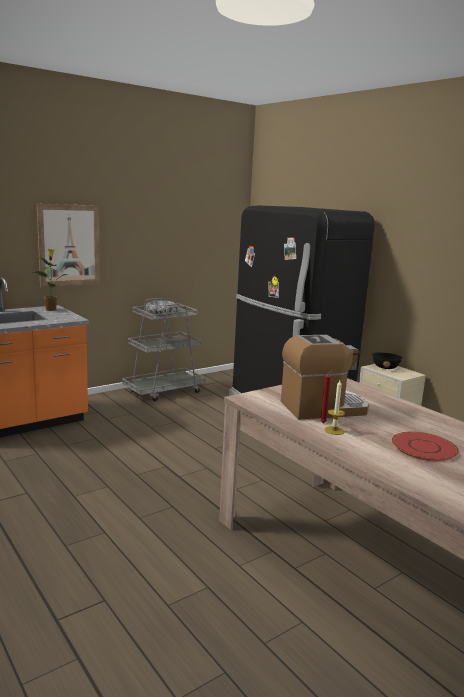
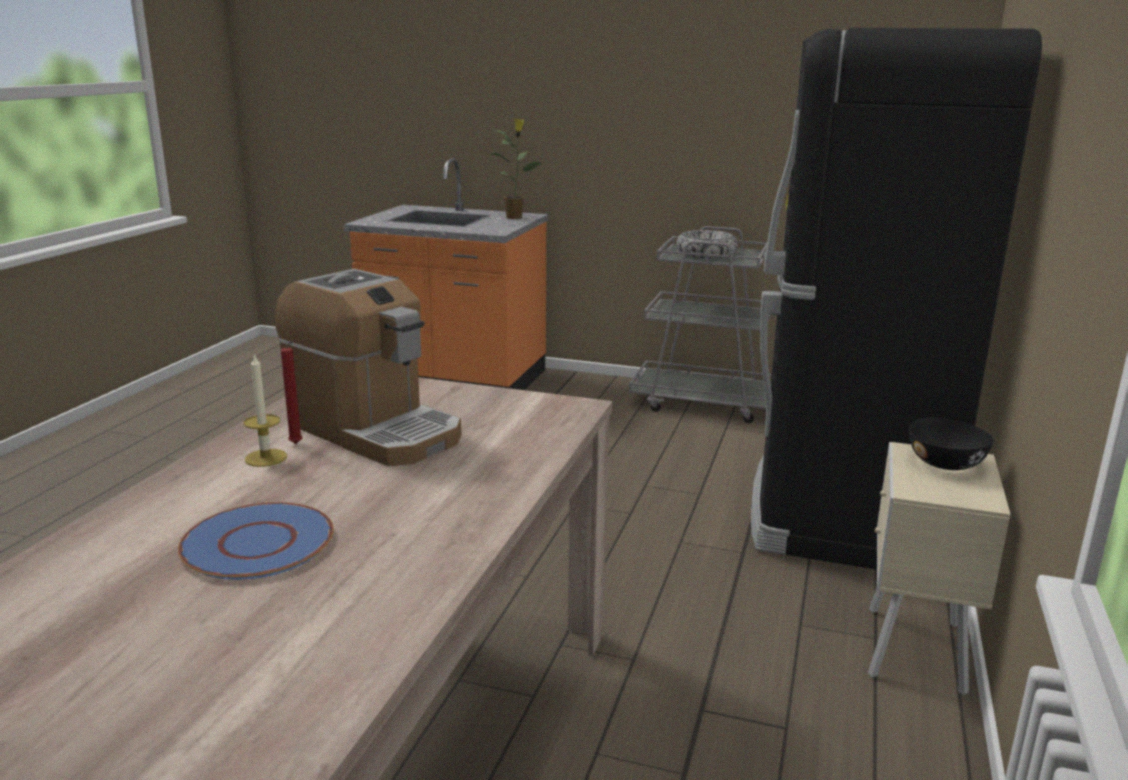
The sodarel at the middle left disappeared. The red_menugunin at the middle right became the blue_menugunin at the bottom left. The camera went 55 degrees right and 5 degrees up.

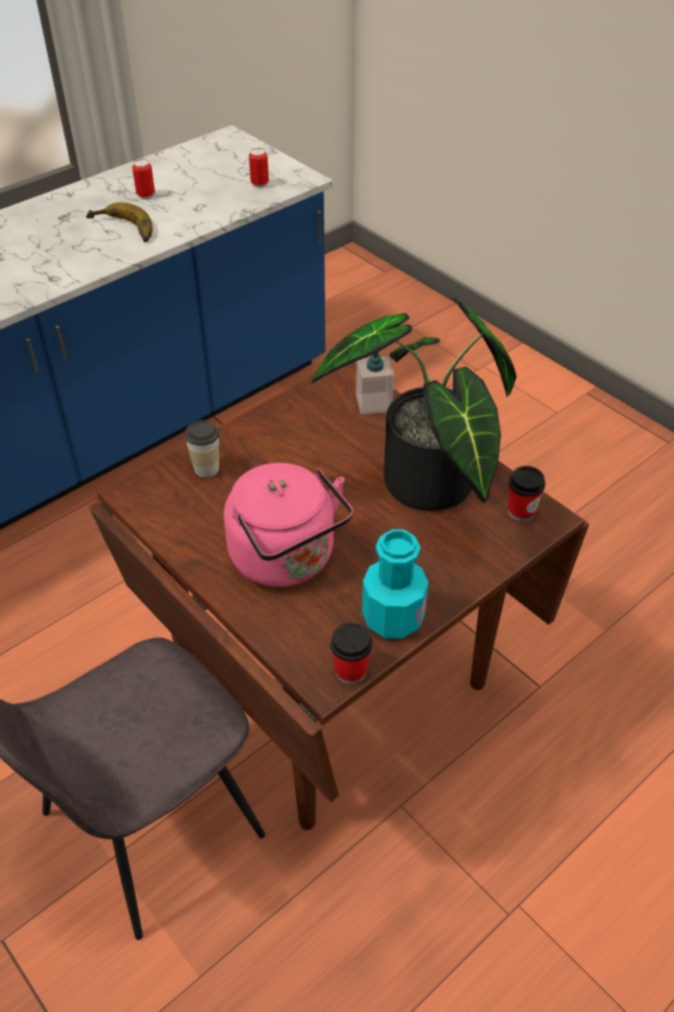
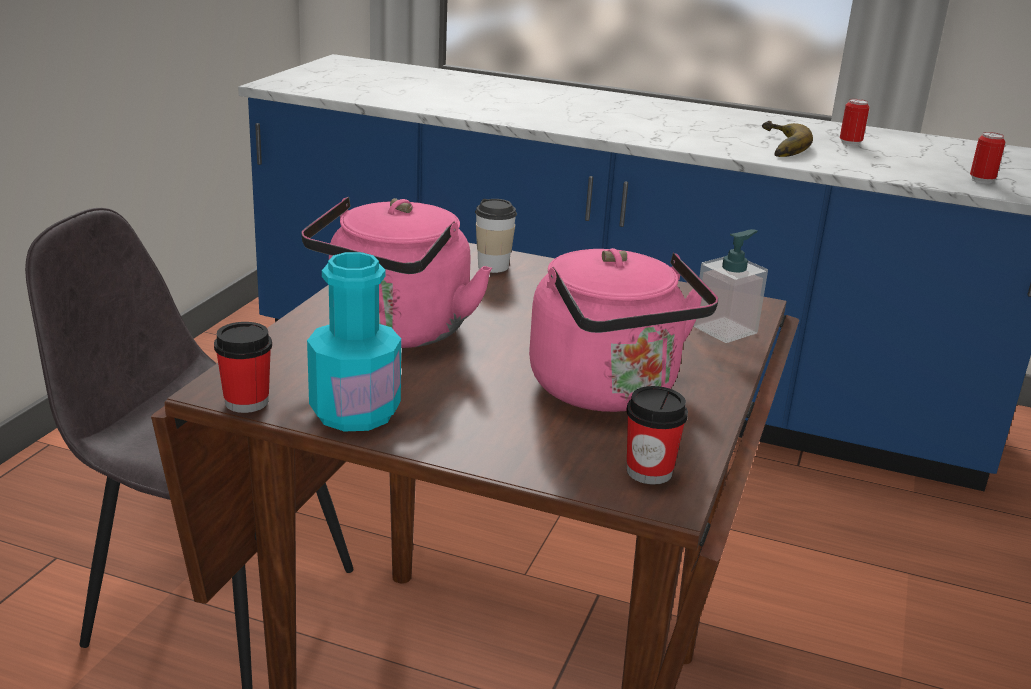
The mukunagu at the centre was replaced by the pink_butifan (2nd from left) at the centre. The camera went 60 degrees right and 20 degrees down.

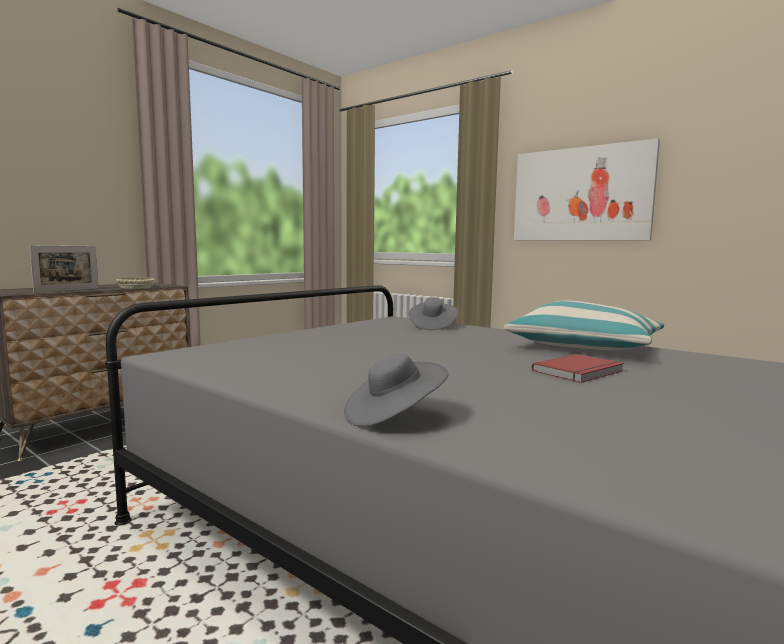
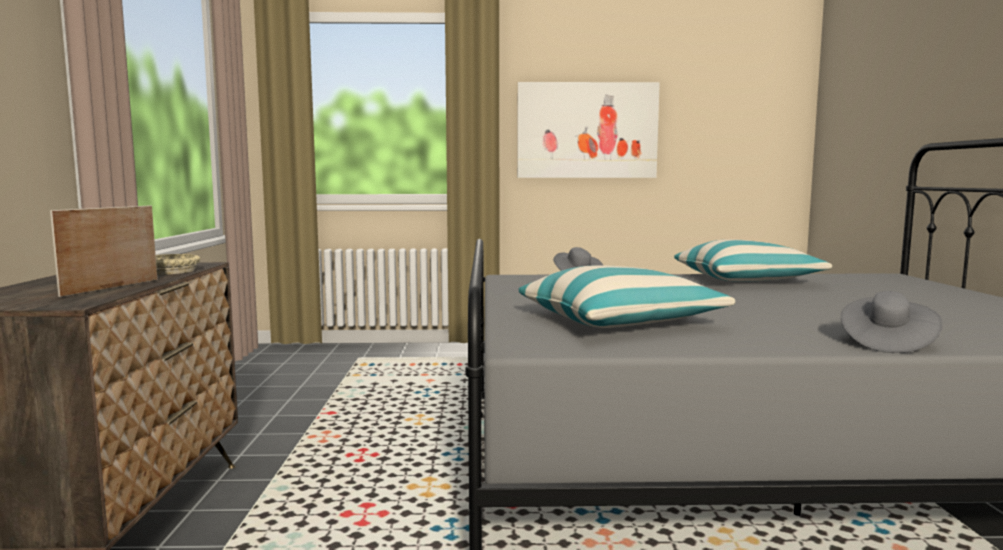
The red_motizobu at the middle right disappeared. The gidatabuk (1st from left) at the centre appeared. The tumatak at the middle left turned 150 degrees counterclockwise. The camera went 40 degrees left and 0 degrees up.

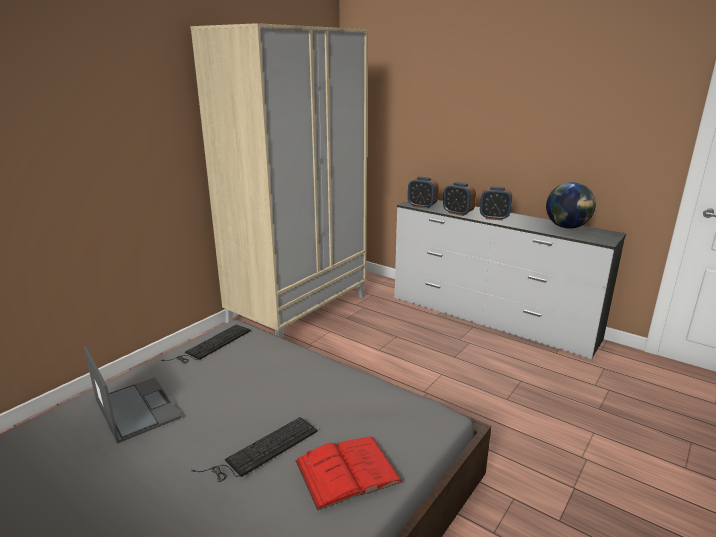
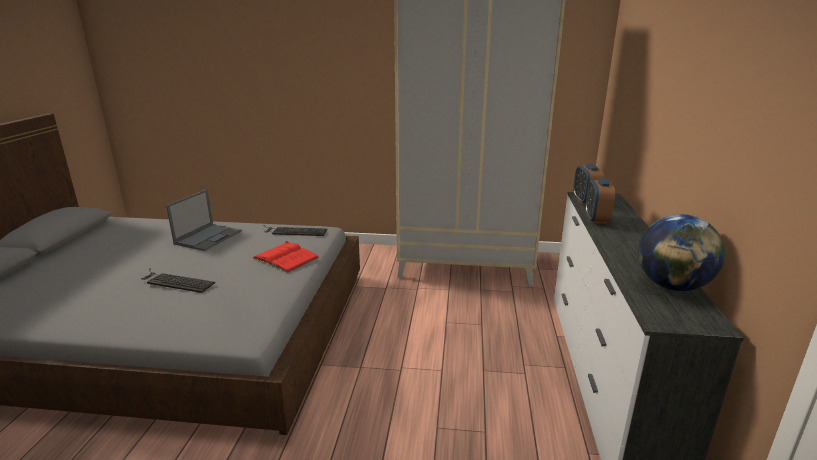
The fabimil (3rd from left) at the middle right disappeared. The red_motizobu moved from the bottom centre to the centre. The camera went 60 degrees right and 0 degrees up.

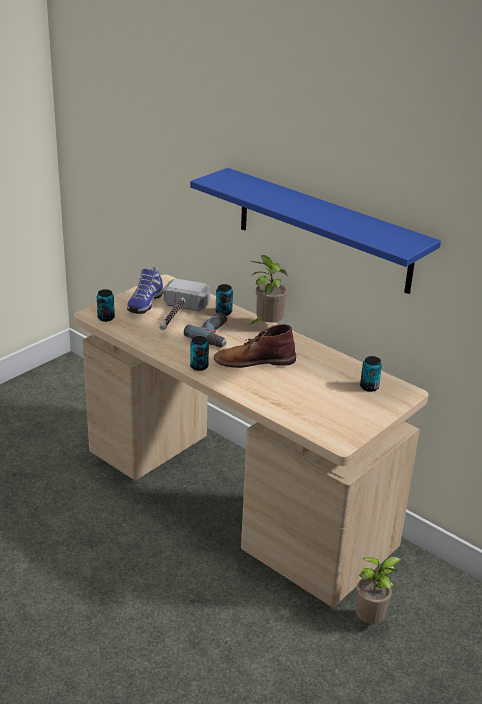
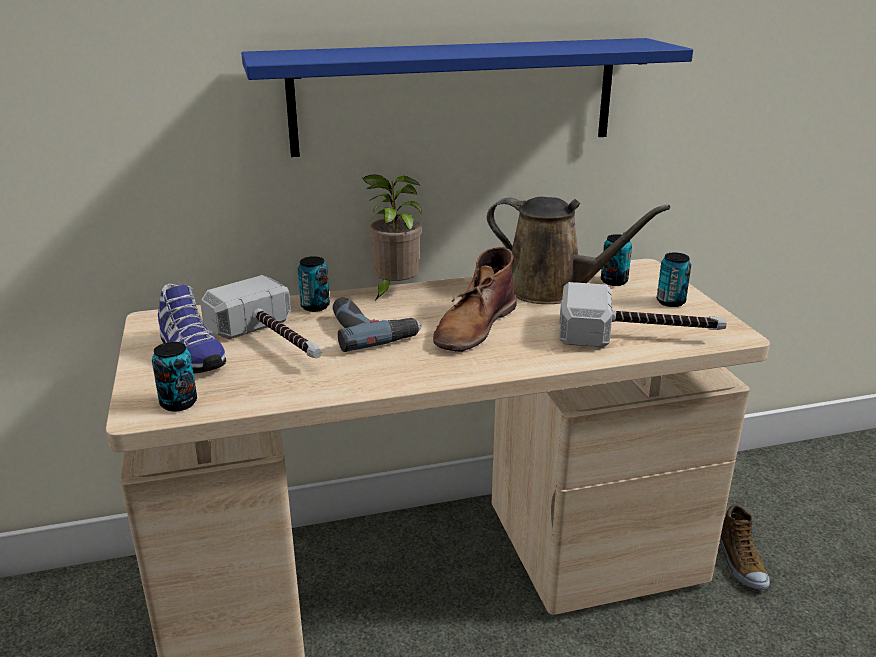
The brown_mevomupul at the centre appeared. The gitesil (2nd from left) at the middle right appeared. The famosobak (2nd from left in the first image) moved from the centre to the middle right. The mukunagu (2nd from left) at the bottom right was replaced by the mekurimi (2nd from left) at the bottom right. The camera went 55 degrees left and 5 degrees down.

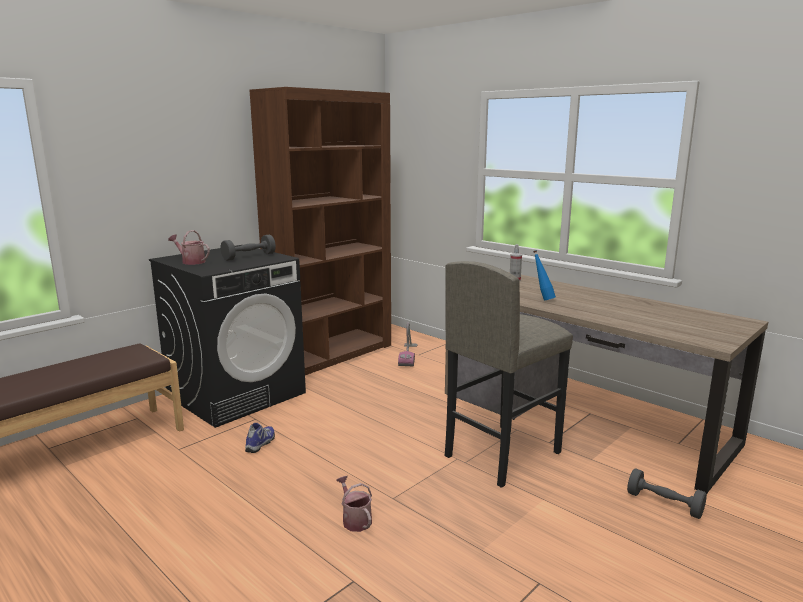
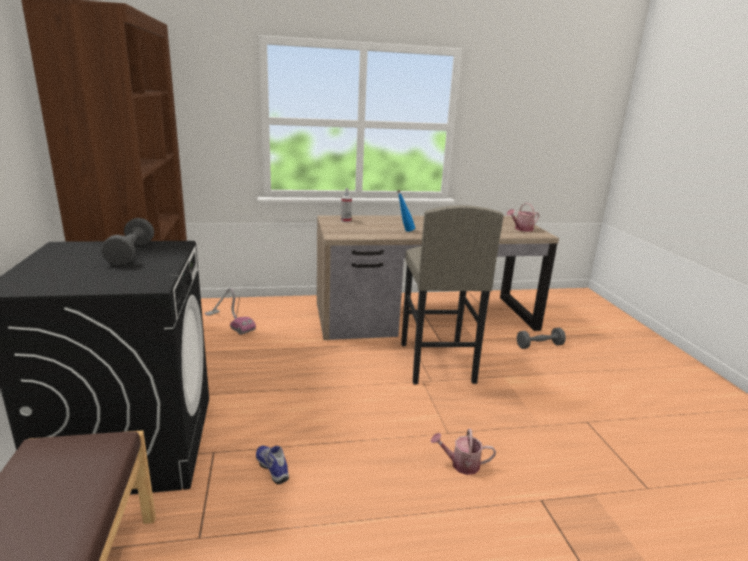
The mevomupul (1st from left in the first image) moved from the middle left to the middle right. The camera went 55 degrees left and 5 degrees up.

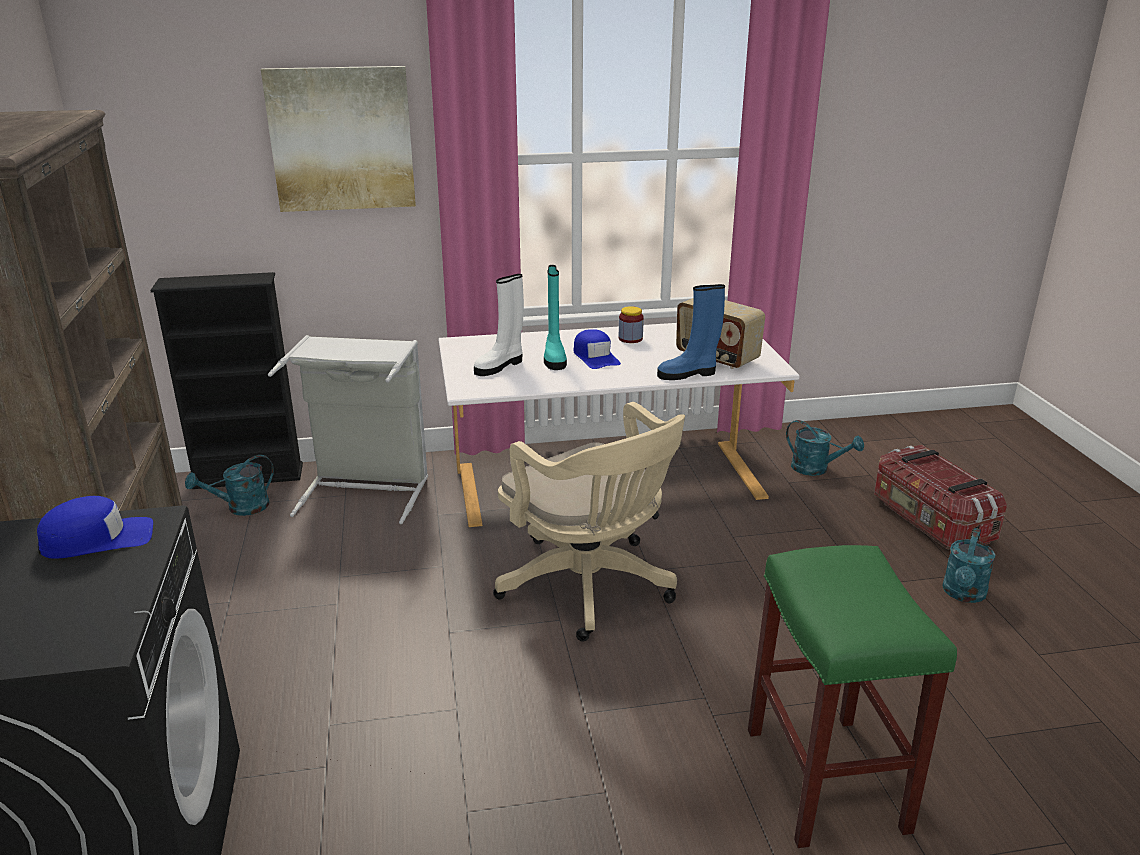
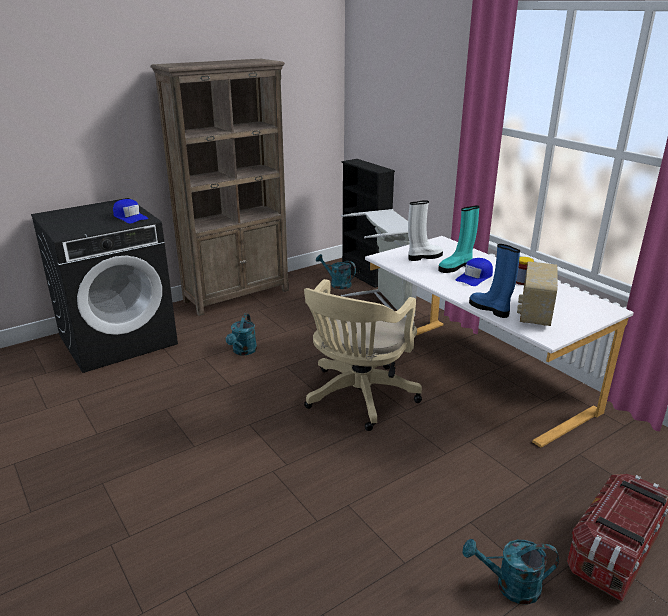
The sodarel at the top left disappeared. The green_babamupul at the bottom right disappeared. The turquoise_mevomupul (2nd from left in the first image) moved from the middle right to the centre. The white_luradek at the centre turned 135 degrees clockwise. The camera went 65 degrees right and 0 degrees up.

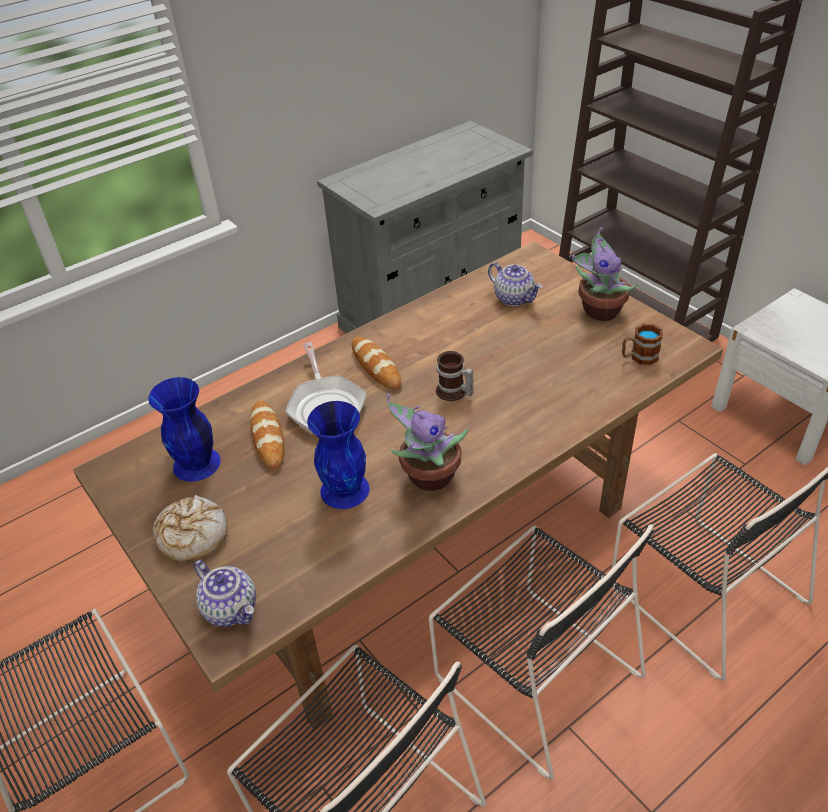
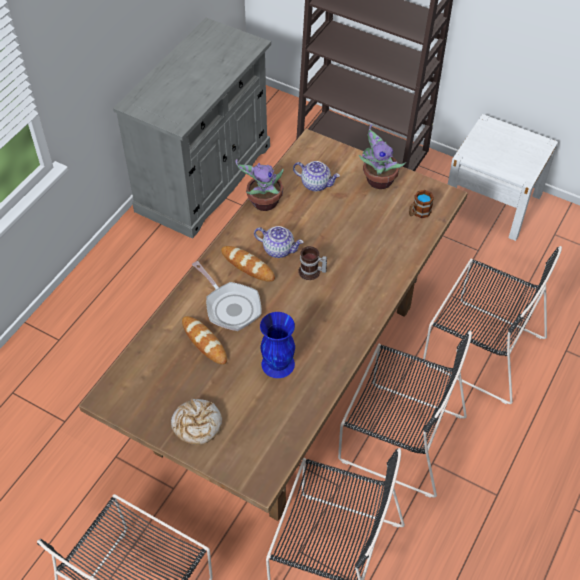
The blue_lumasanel (1st from left) at the middle left disappeared. The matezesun (1st from left) moved from the bottom left to the centre. The mukunagu (1st from left) moved from the centre to the top centre. The camera went 25 degrees left and 10 degrees up.

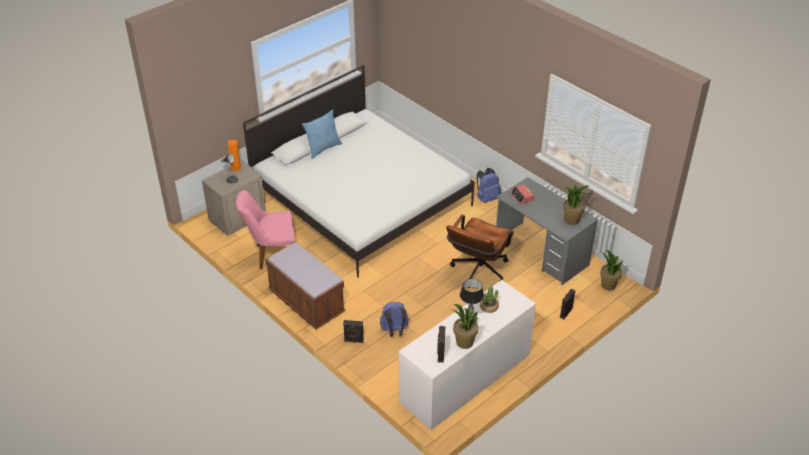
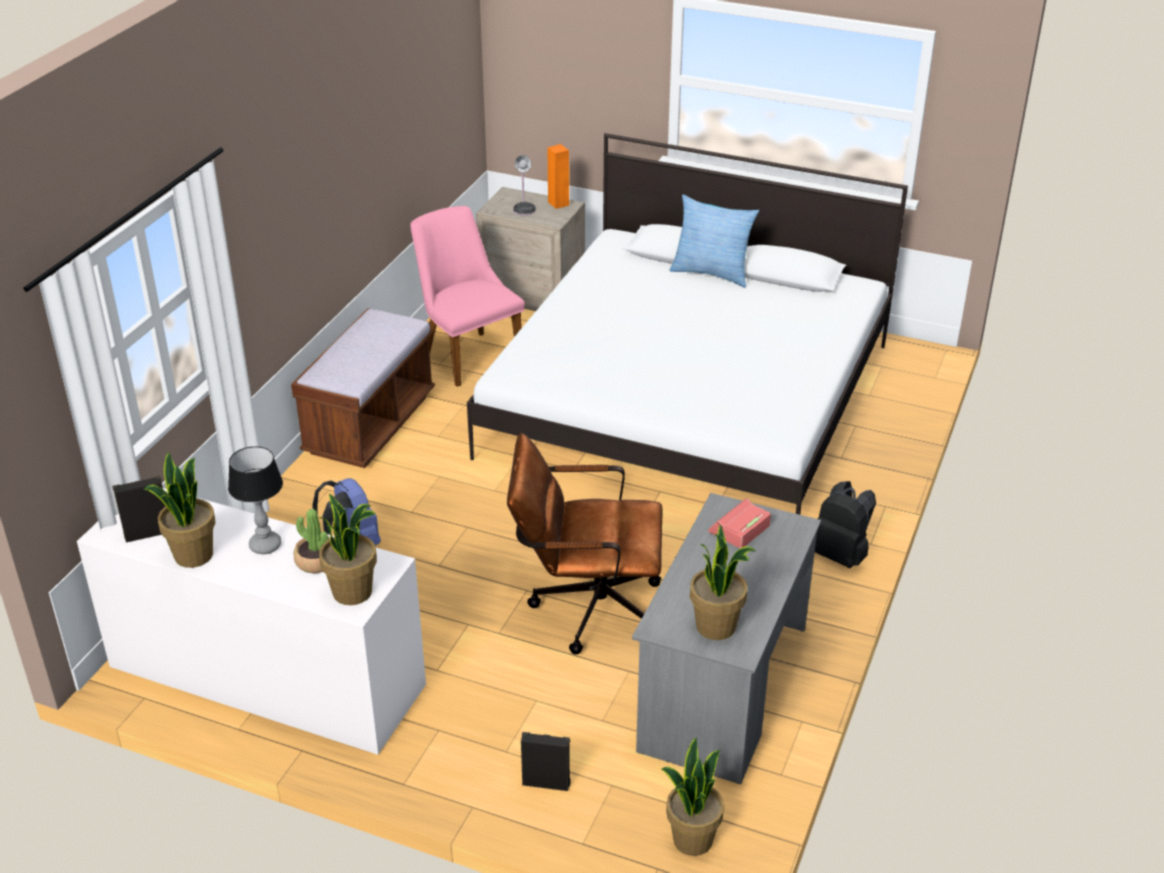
The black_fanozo (1st from left) at the bottom centre disappeared. The mukunagu (3rd from left) at the middle left appeared. The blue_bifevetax (2nd from left) at the centre became the black_bifevetax at the middle right. The camera went 65 degrees right and 5 degrees down.

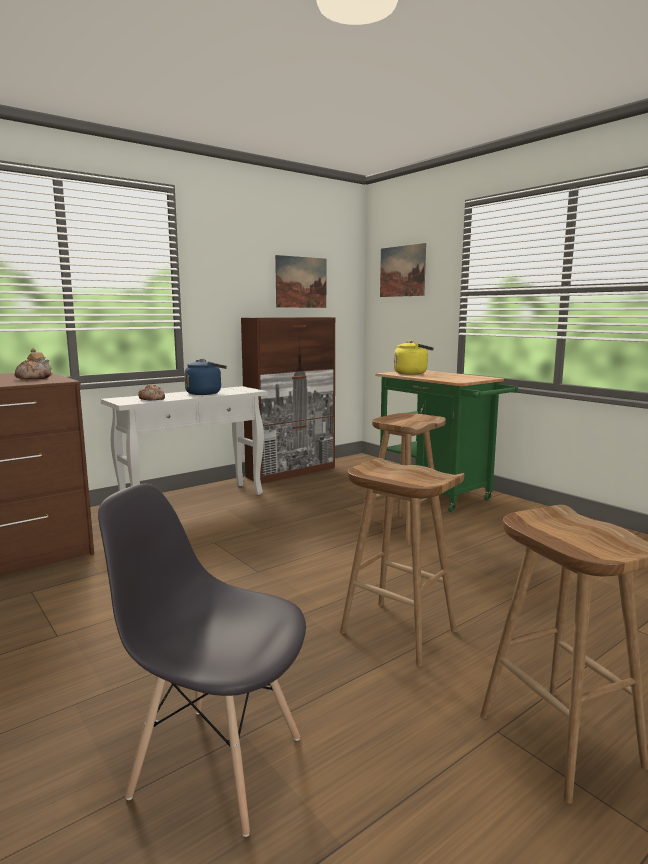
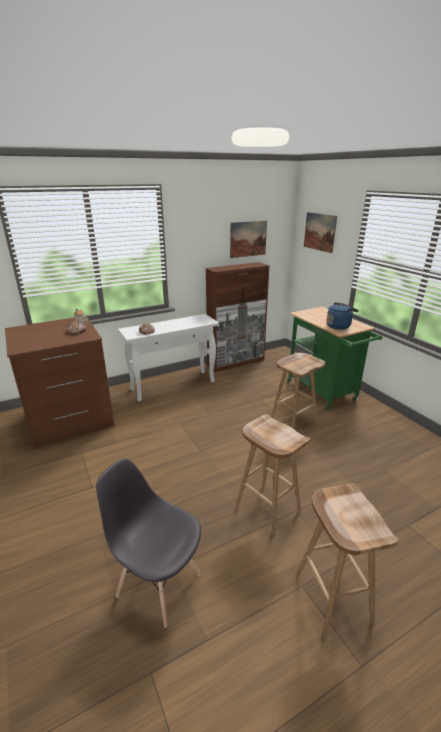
The yellow_butifan at the centre disappeared. The blue_butifan moved from the middle left to the middle right. The camera went 10 degrees right and 15 degrees up.

